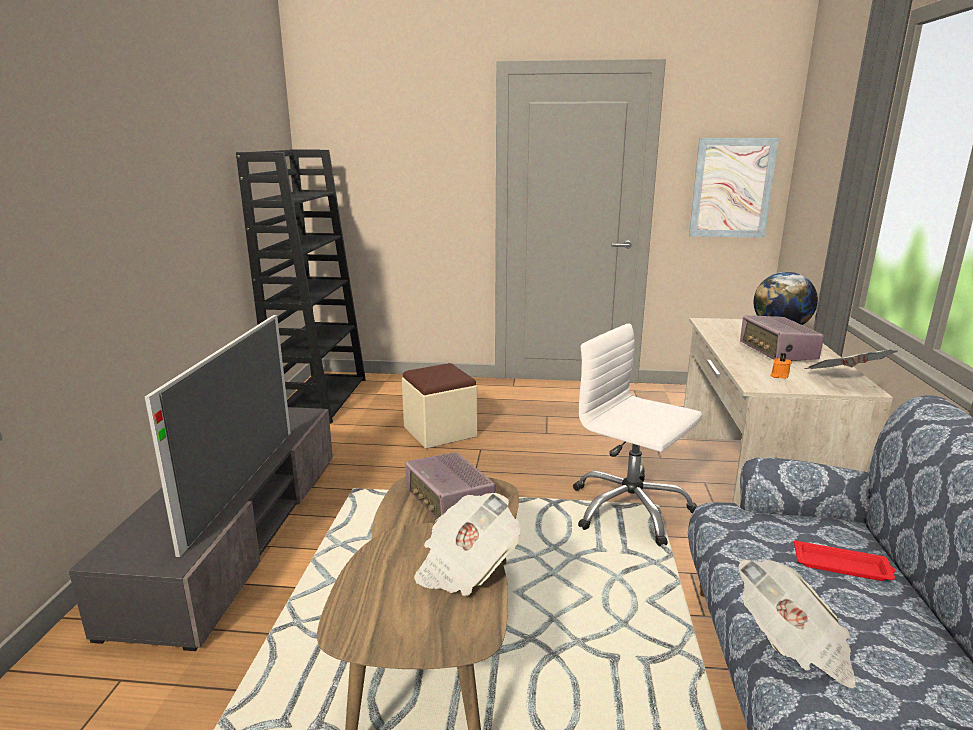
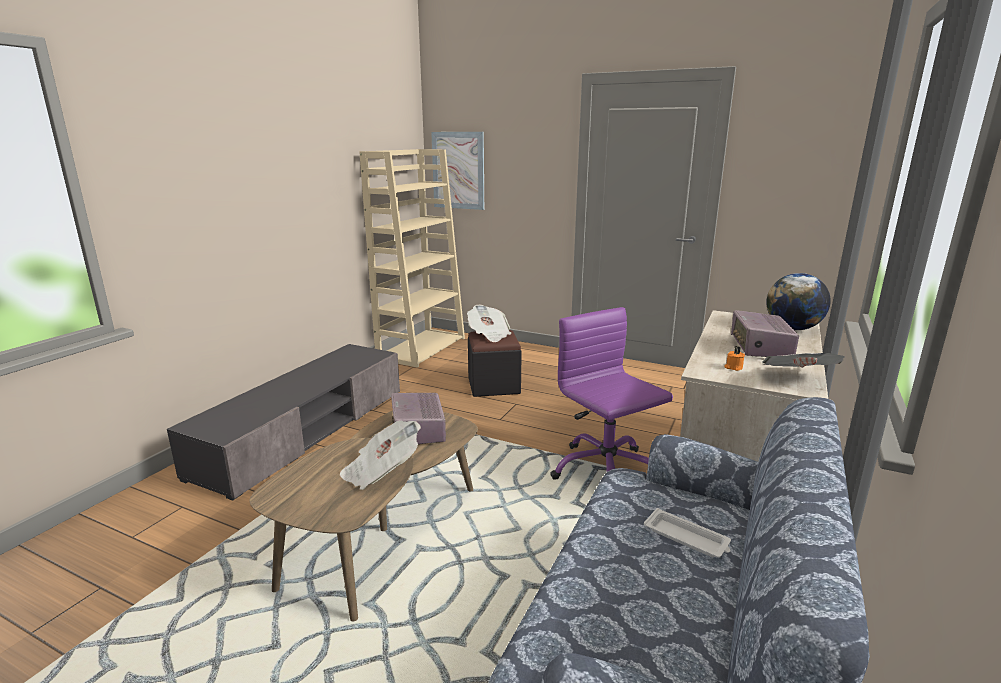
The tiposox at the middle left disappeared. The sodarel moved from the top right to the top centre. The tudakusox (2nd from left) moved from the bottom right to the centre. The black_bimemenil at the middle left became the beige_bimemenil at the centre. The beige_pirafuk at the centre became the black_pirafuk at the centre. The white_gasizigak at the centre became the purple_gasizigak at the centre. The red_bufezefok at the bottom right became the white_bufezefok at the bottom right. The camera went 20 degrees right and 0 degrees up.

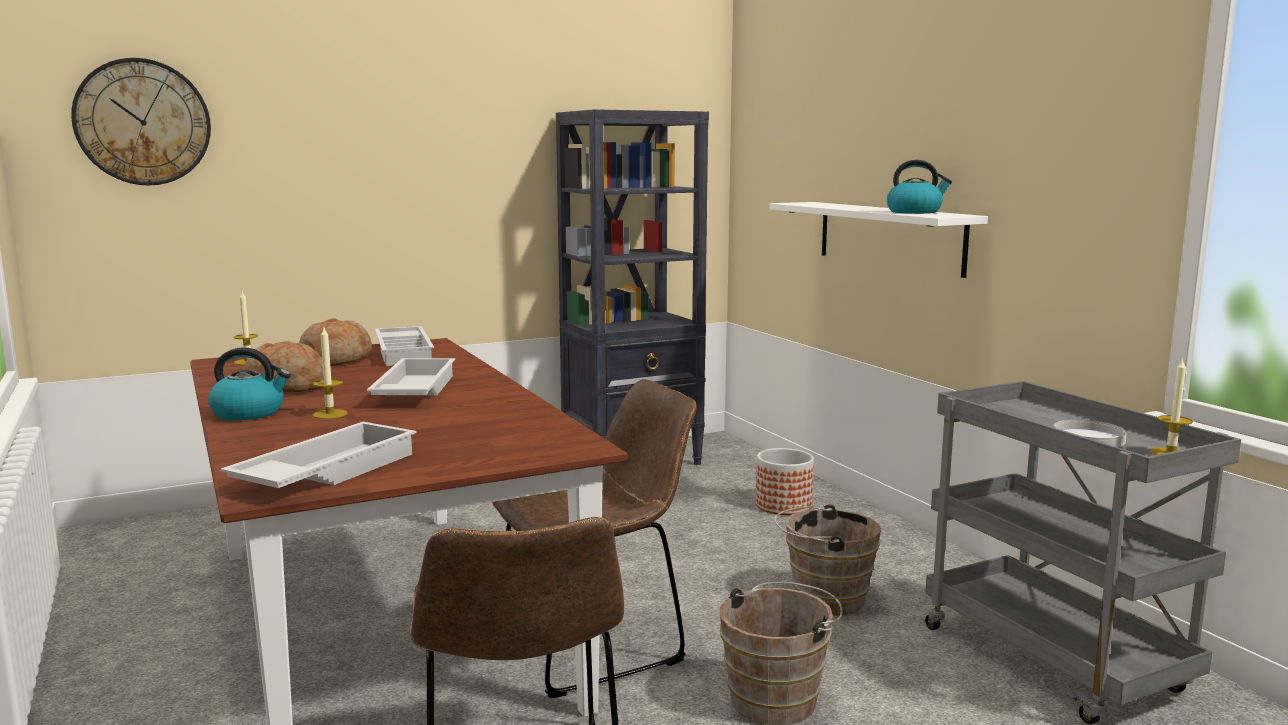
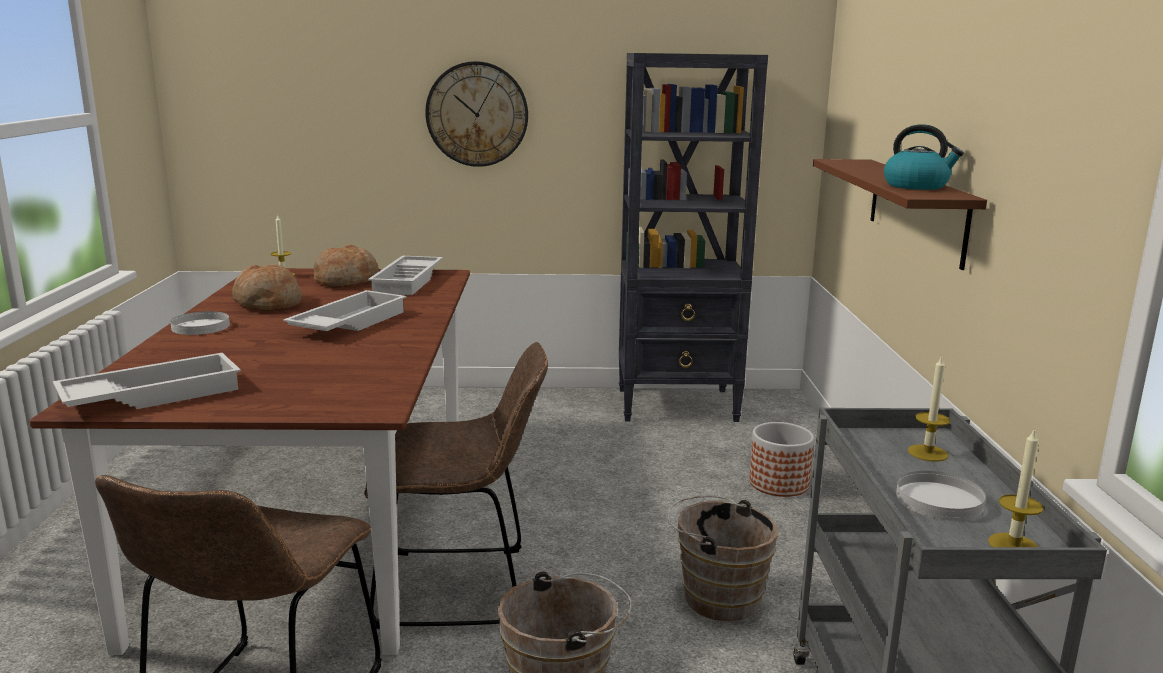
The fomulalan moved from the top left to the top centre. The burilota (2nd from left) moved from the middle left to the middle right. The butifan (1st from left) at the middle left was replaced by the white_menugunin (1st from left) at the middle left. The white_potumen at the top right became the brown_potumen at the top right. The camera went 25 degrees right and 5 degrees up.

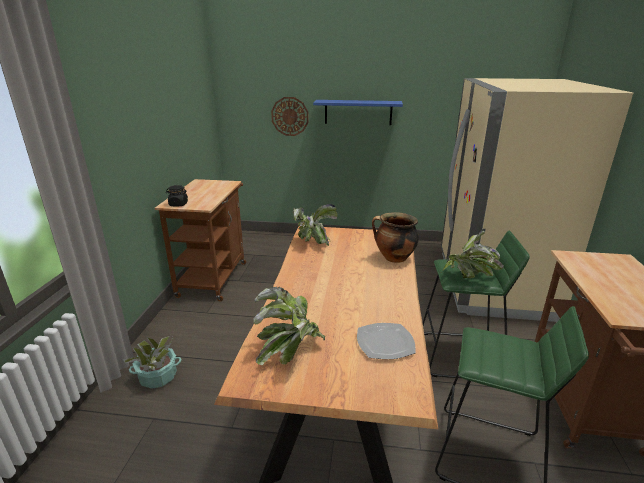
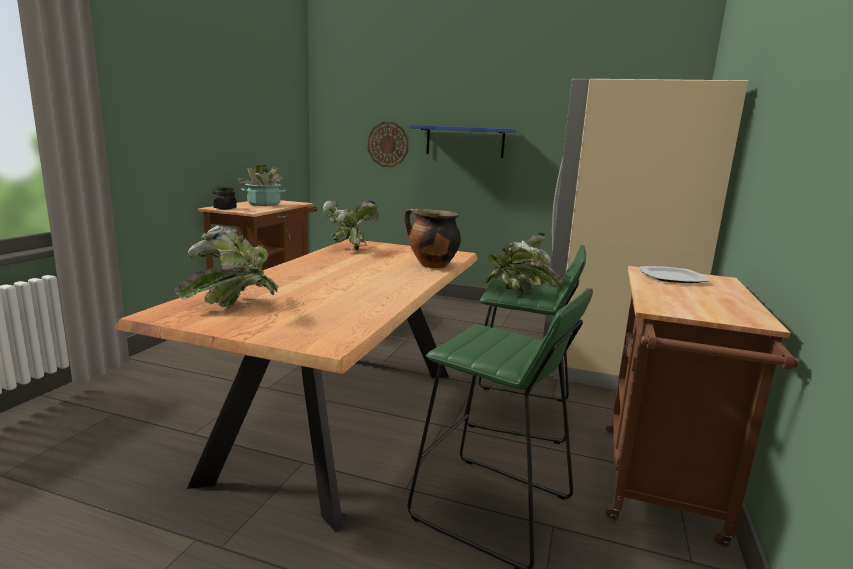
The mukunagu (1st from left in the first image) moved from the bottom left to the top left. The menugunin moved from the bottom centre to the middle right. The camera went 10 degrees right and 10 degrees down.

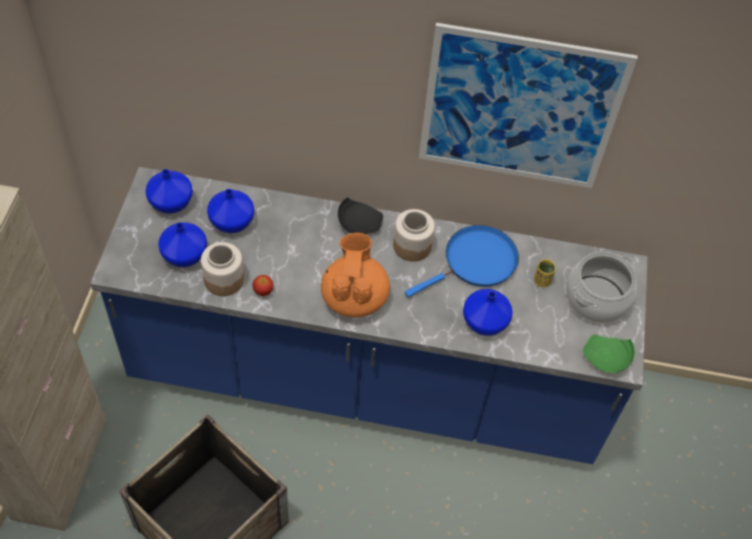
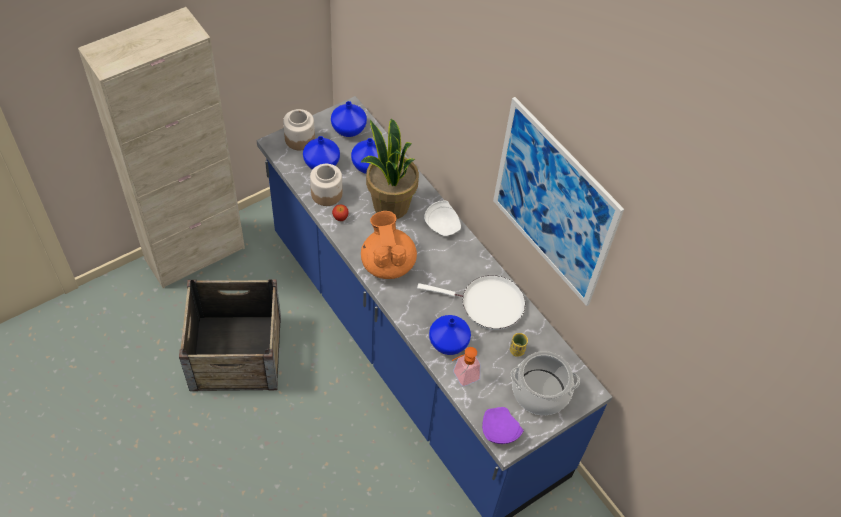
The mukunagu at the top centre appeared. The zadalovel at the bottom centre appeared. The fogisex (2nd from left in the first image) moved from the centre to the top centre. The black_menugunin at the centre became the white_menugunin at the centre. The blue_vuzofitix at the centre became the white_vuzofitix at the centre. The green_menugunin at the middle right became the purple_menugunin at the bottom centre. The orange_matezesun at the centre turned 60 degrees counterclockwise. The camera went 45 degrees right and 0 degrees up.

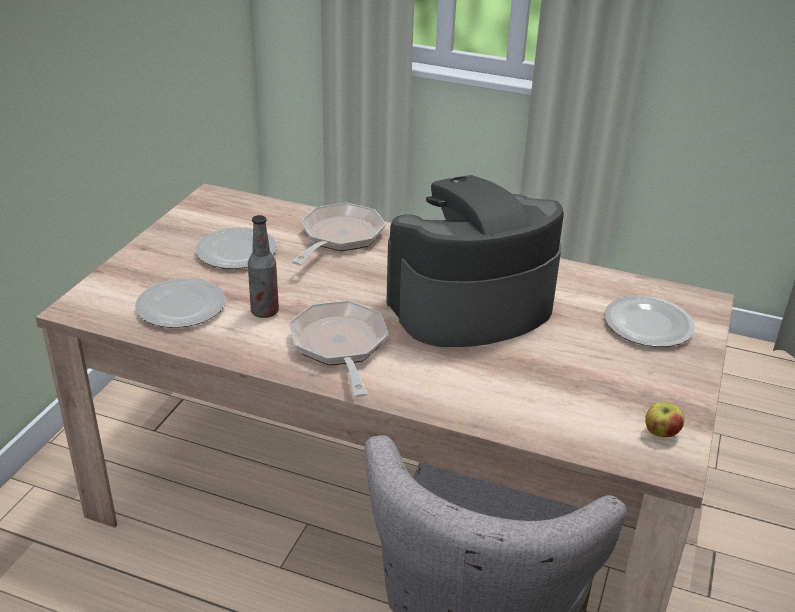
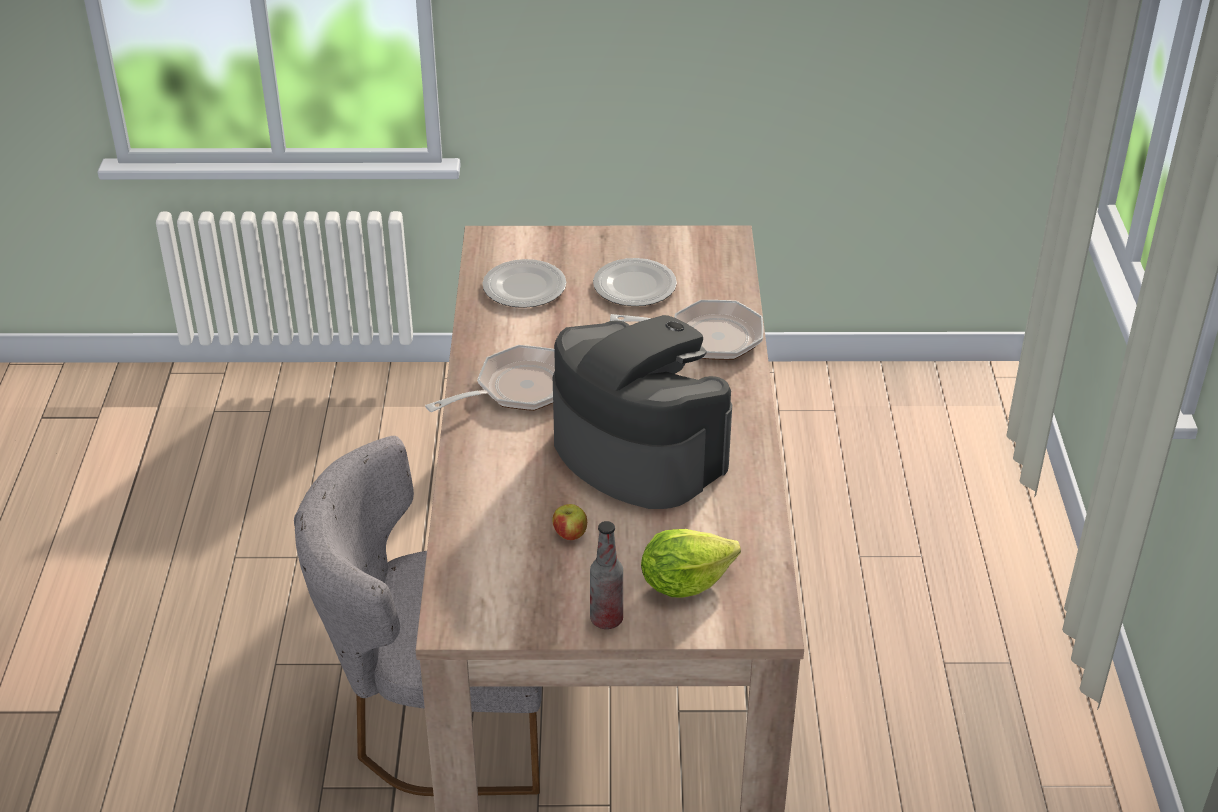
The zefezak moved from the middle left to the bottom centre. The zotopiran moved from the bottom right to the centre. The menugunin (3rd from left) at the middle right was replaced by the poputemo at the bottom centre. The camera went 70 degrees right and 5 degrees up.

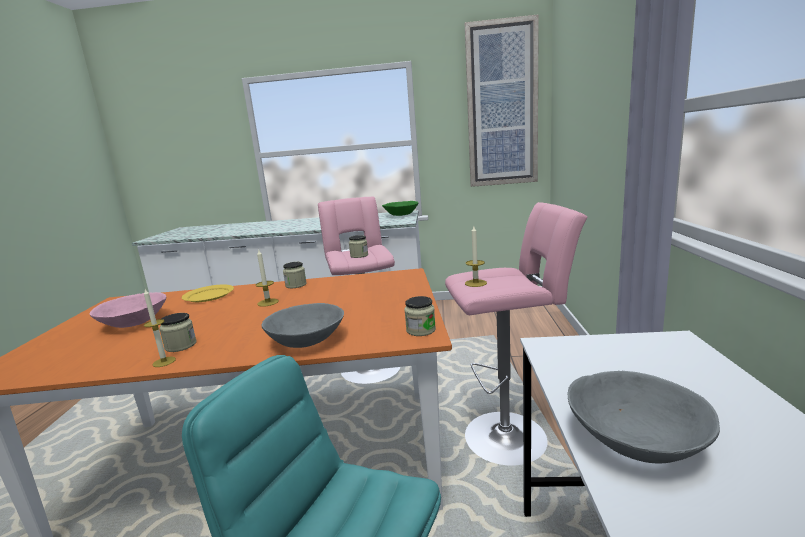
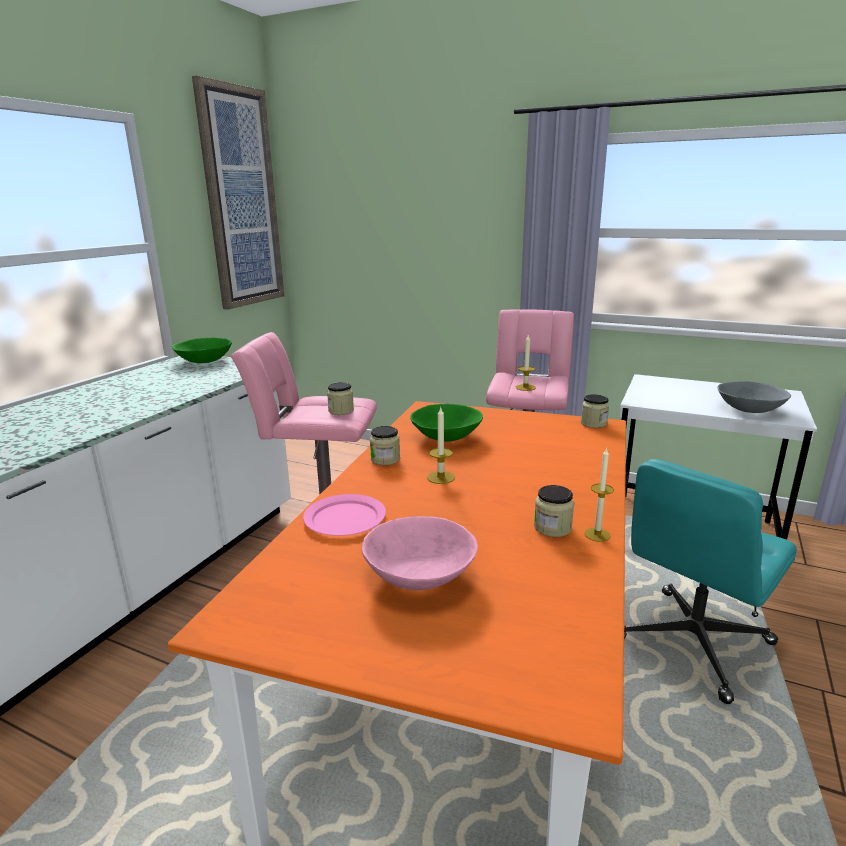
The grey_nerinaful (1st from left) at the centre disappeared. The green_nerinaful (2nd from left) at the centre appeared. The yellow_menugunin at the middle left became the pink_menugunin at the centre. The camera went 70 degrees left and 5 degrees up.

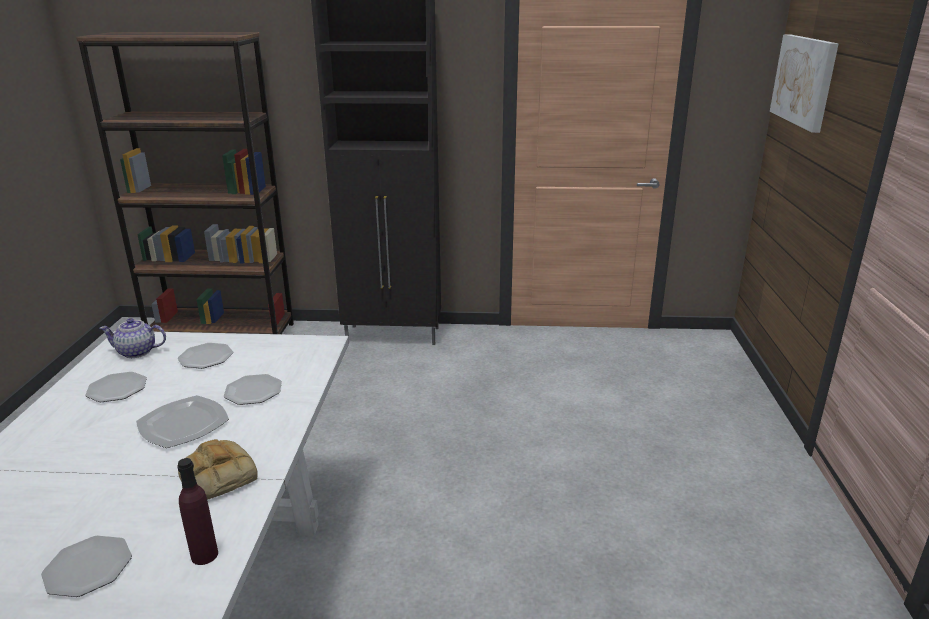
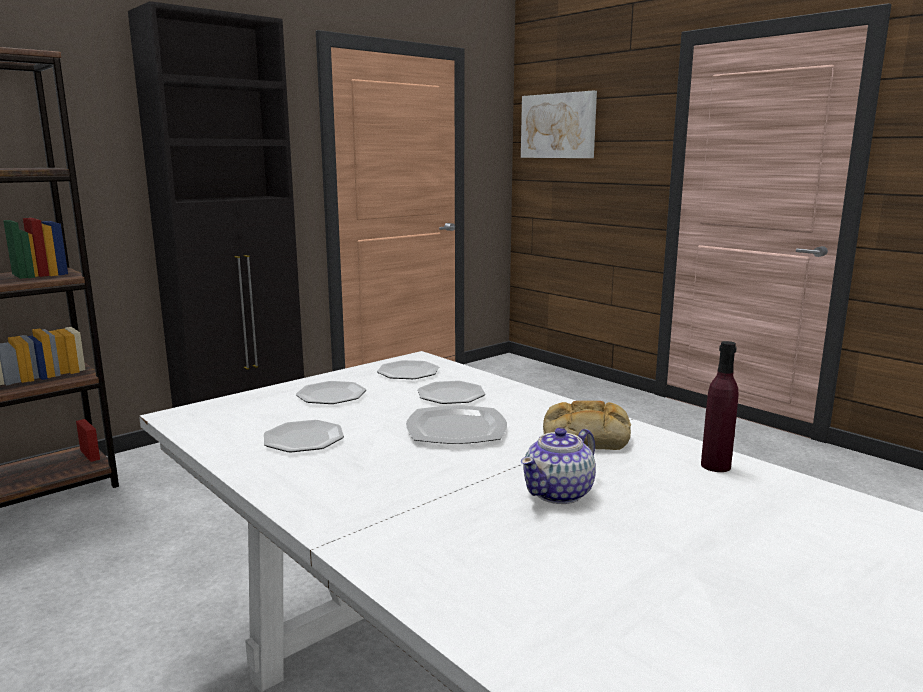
The menugunin (1st from left in the first image) moved from the bottom left to the centre. The matezesun moved from the middle left to the bottom centre. The camera went 45 degrees left and 10 degrees down.

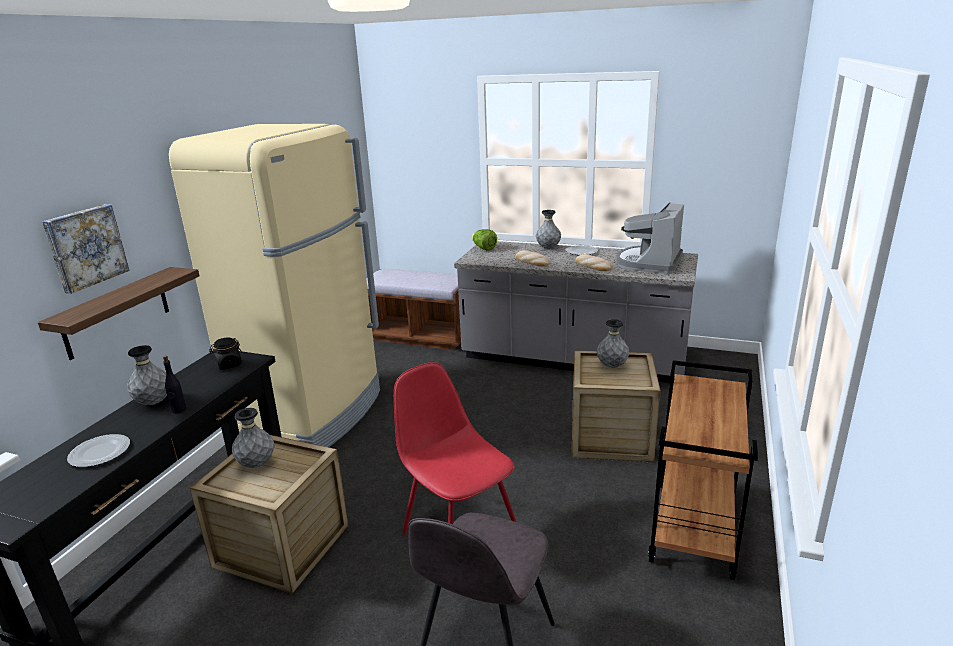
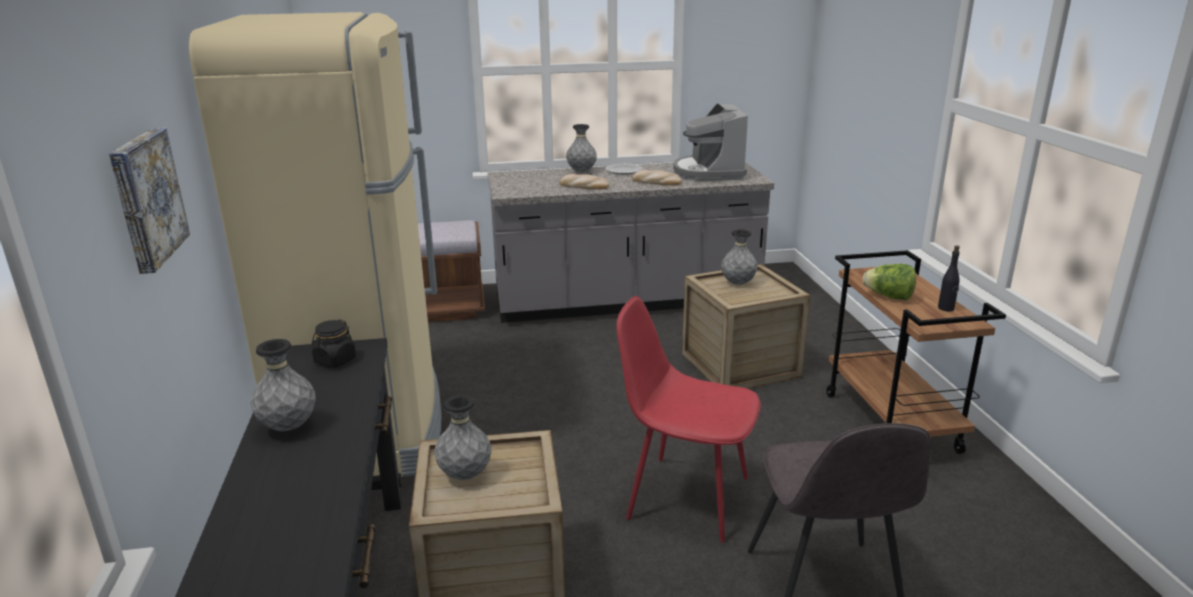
The potumen at the middle left disappeared. The menugunin (1st from left) at the bottom left disappeared. The black_zefezak moved from the middle left to the middle right. The poputemo moved from the centre to the middle right. The camera went 30 degrees left and 0 degrees up.

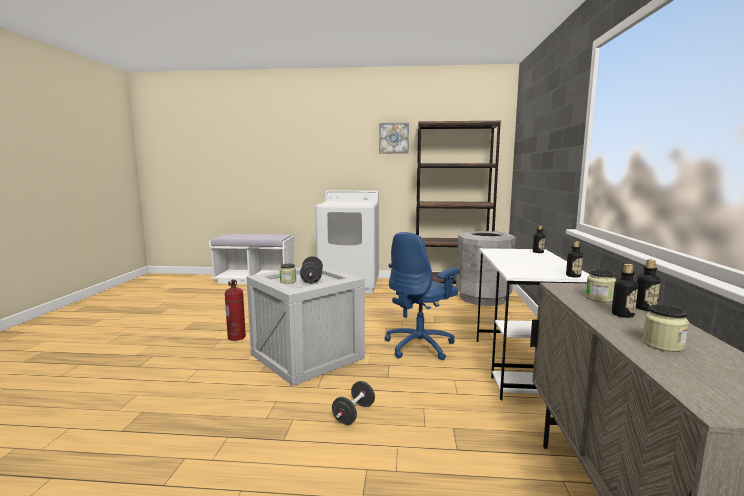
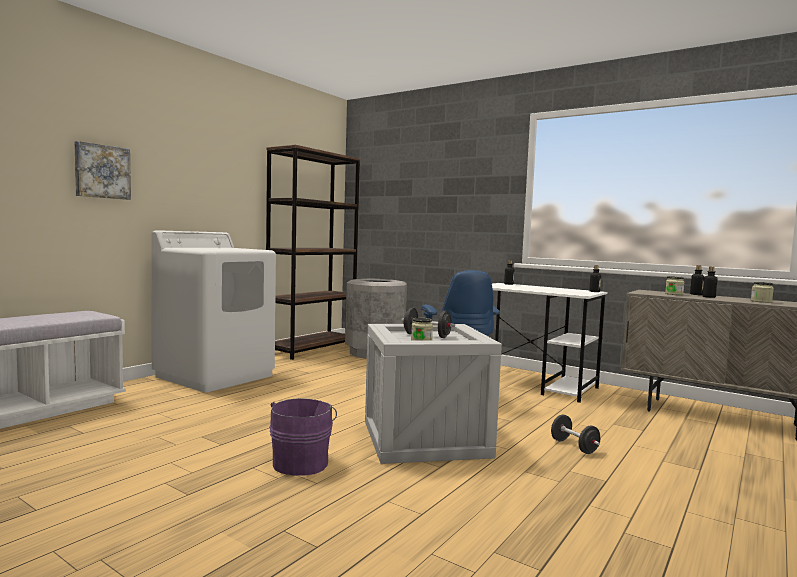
The sodarel moved from the top centre to the top left. The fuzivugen at the middle left was replaced by the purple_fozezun at the bottom centre. The camera went 60 degrees left and 5 degrees down.

